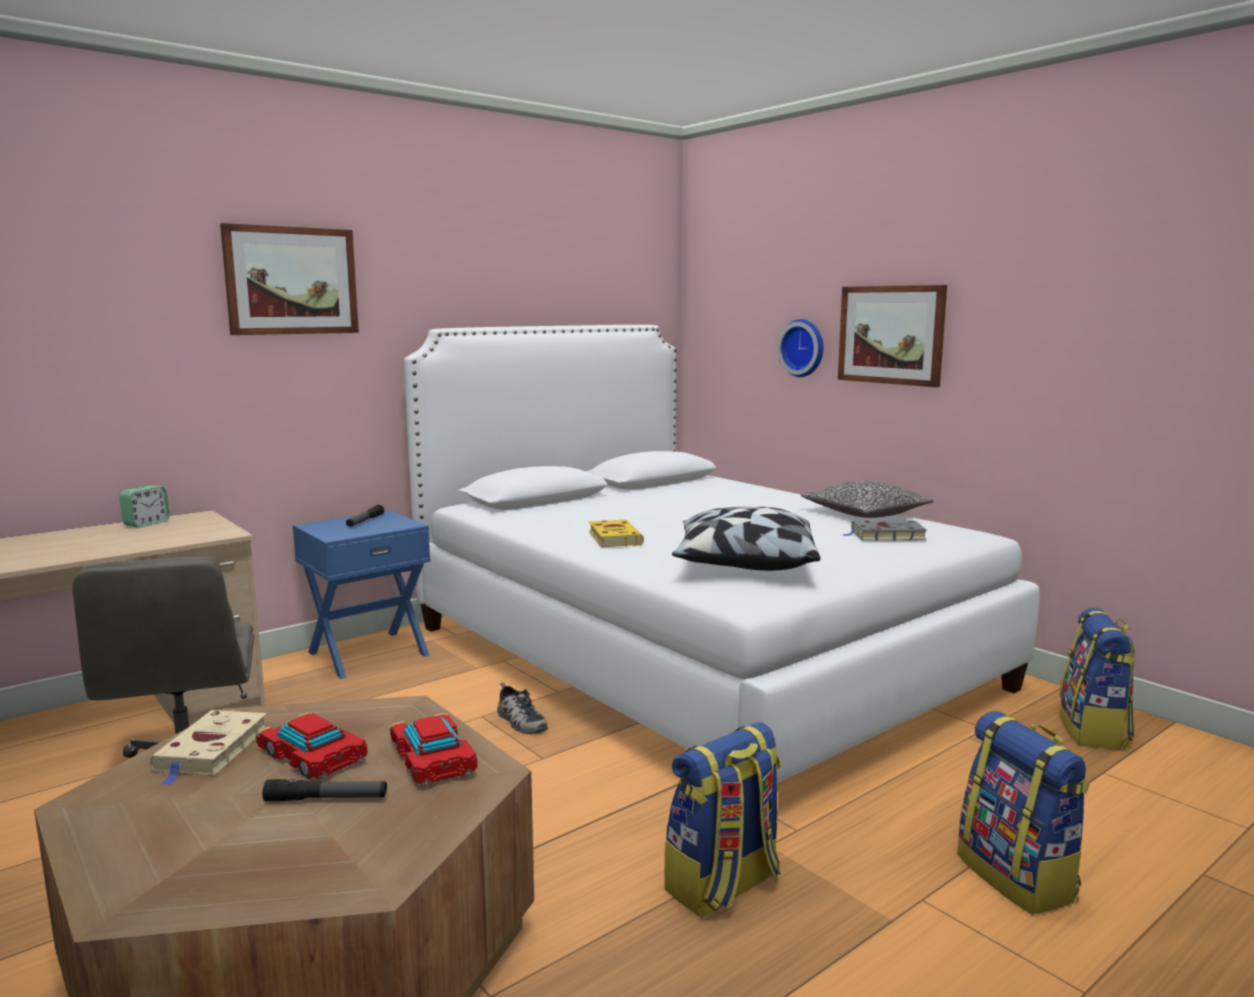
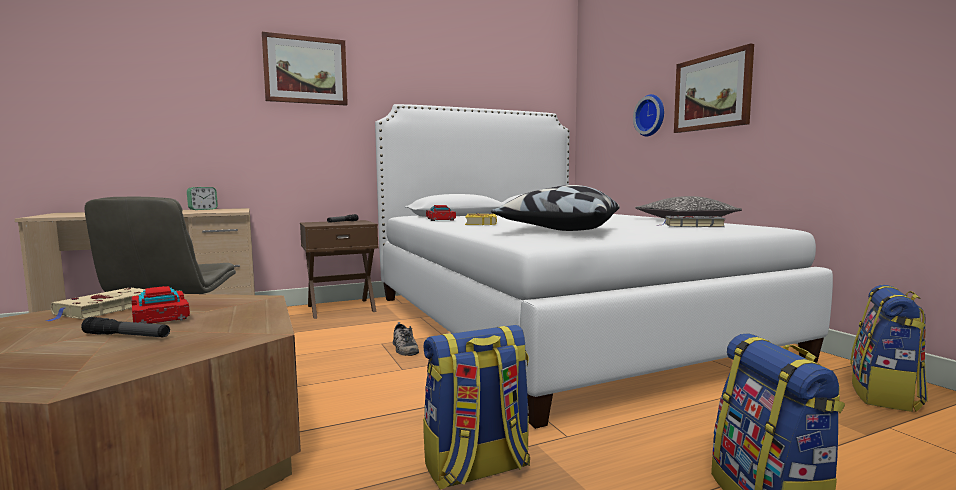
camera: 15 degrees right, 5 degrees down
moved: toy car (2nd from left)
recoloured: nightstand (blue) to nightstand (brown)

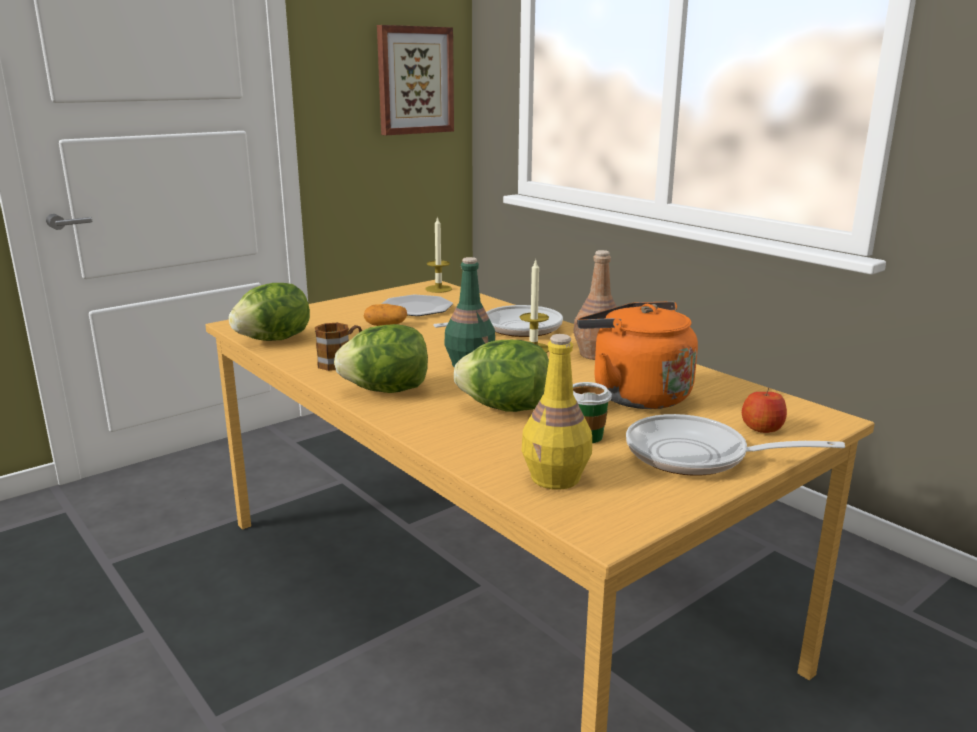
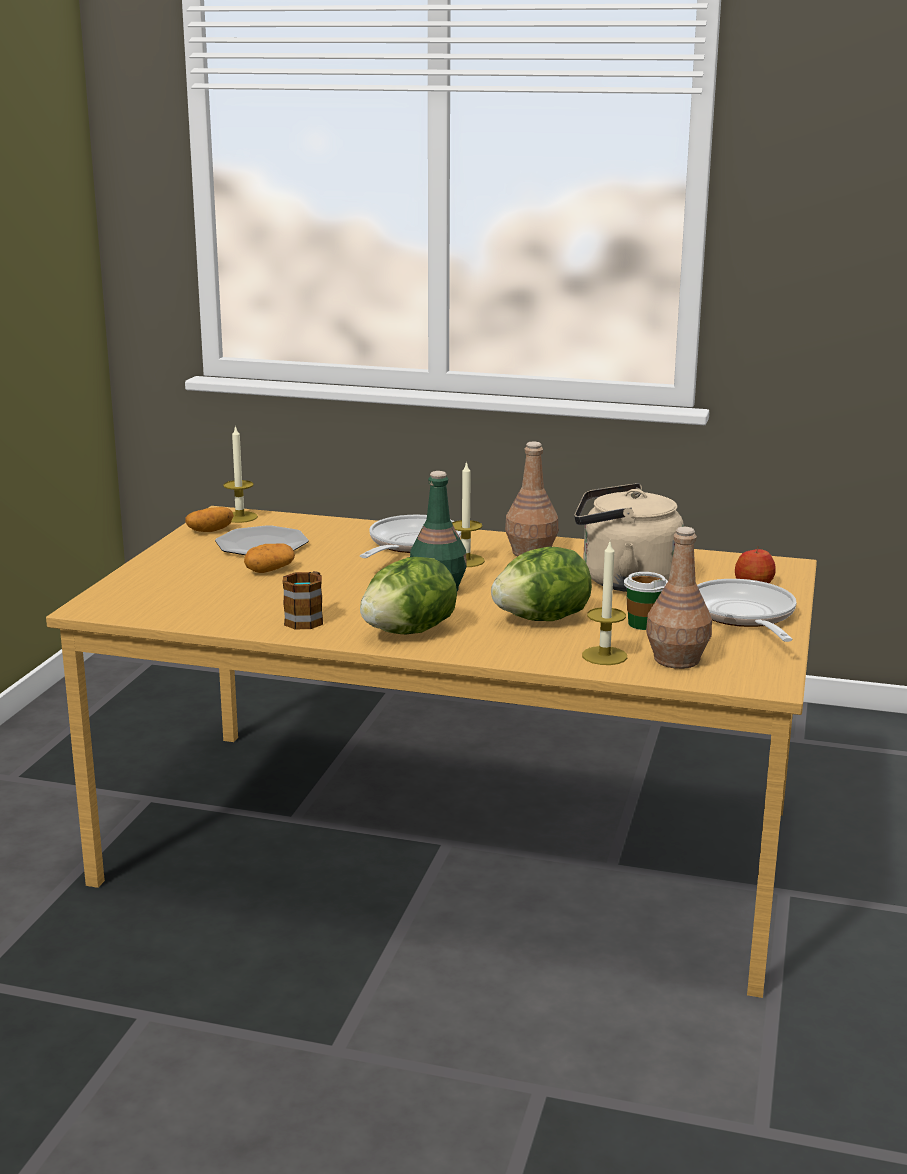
camera: 35 degrees left, 0 degrees up
removed: lettuce (1st from left); picture
added: potato (1st from left); candle (3rd from left)
recoloured: kettle (orange) to kettle (beige); bottle (yellow) to bottle (brown) (2nd from left)
turned: frying pan (2nd from left) 105 degrees clockwise

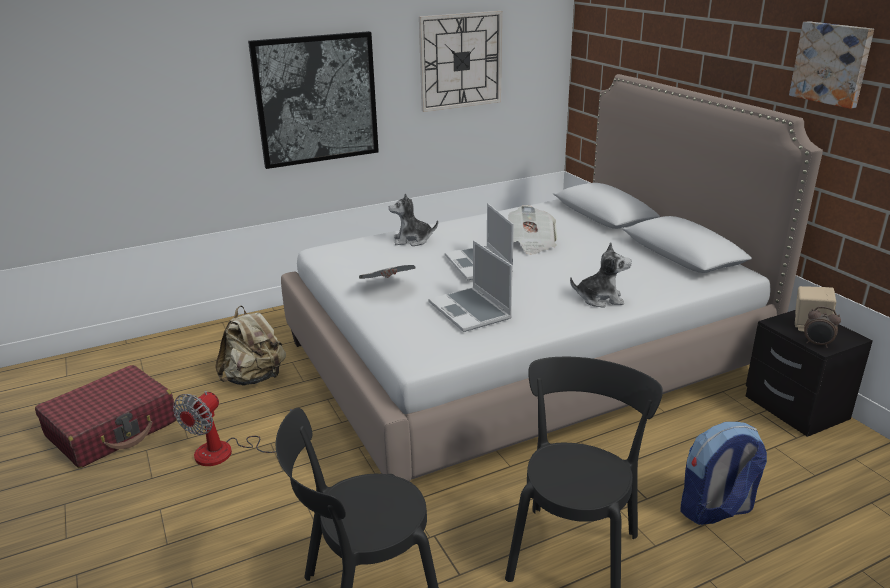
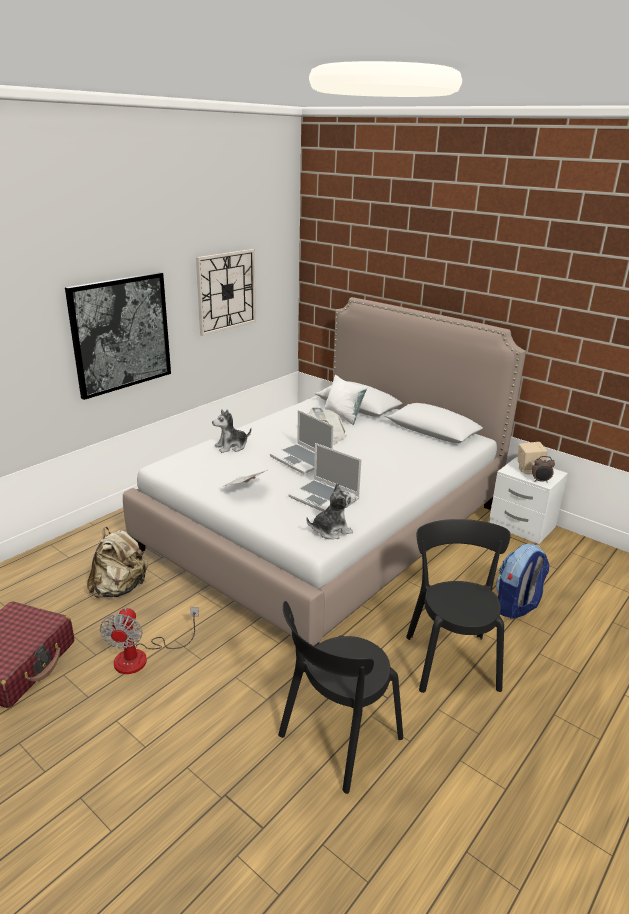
camera: 25 degrees left, 0 degrees up
removed: picture (2nd from left)
added: pillow (white)
moved: plush toy (2nd from left)
recoloured: nightstand (black) to nightstand (white)

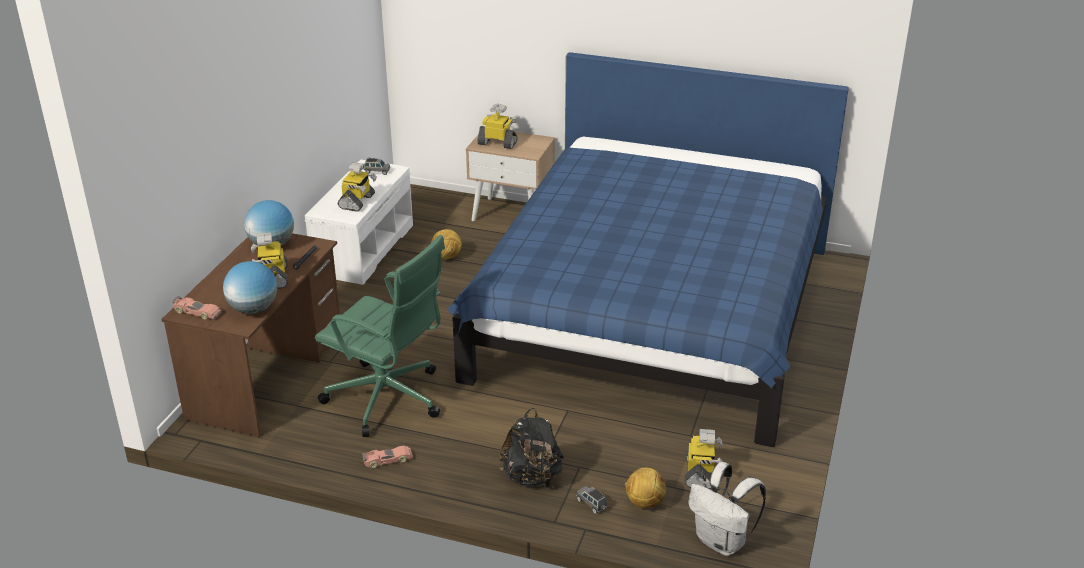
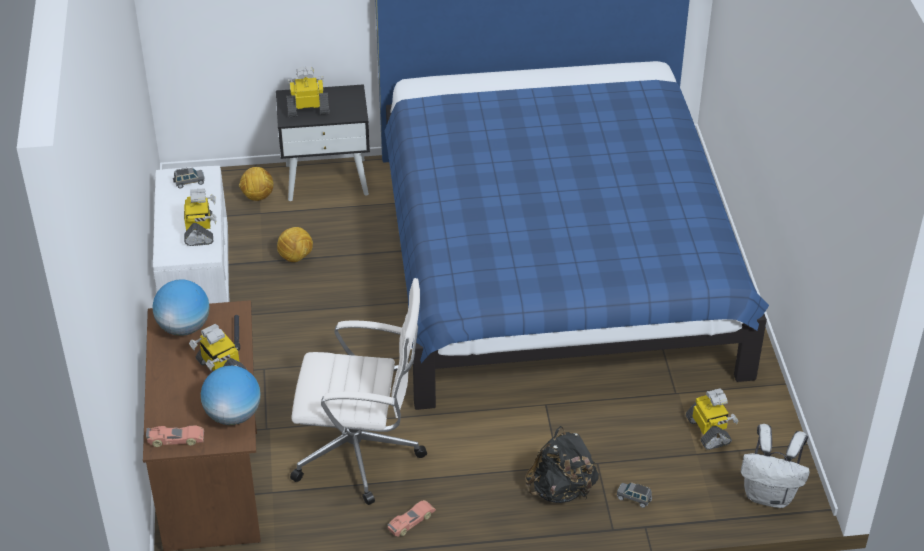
camera: 25 degrees left, 10 degrees up
moved: football (2nd from left in the first image) to football (1st from left)
recoloured: nightstand (beige) to nightstand (black); office chair (green) to office chair (white)

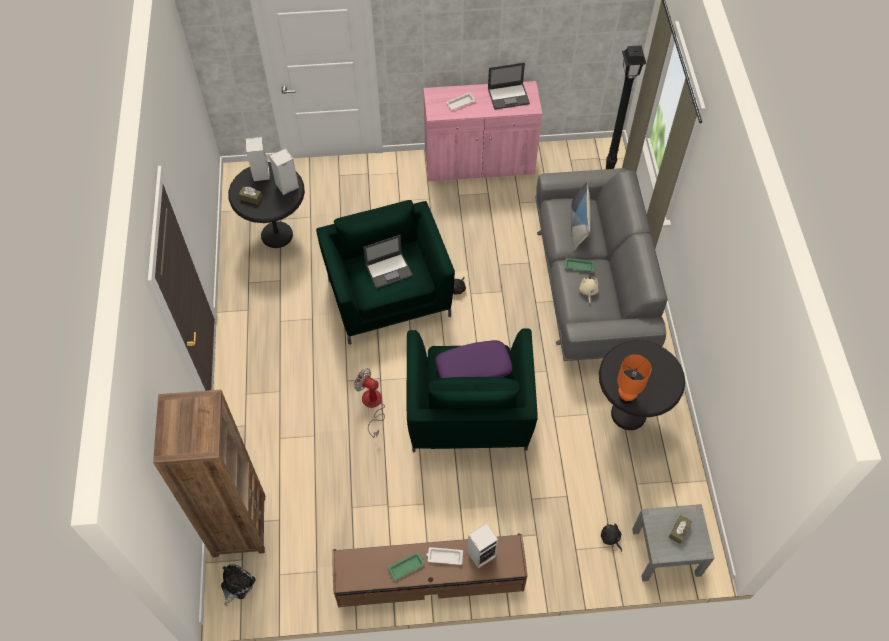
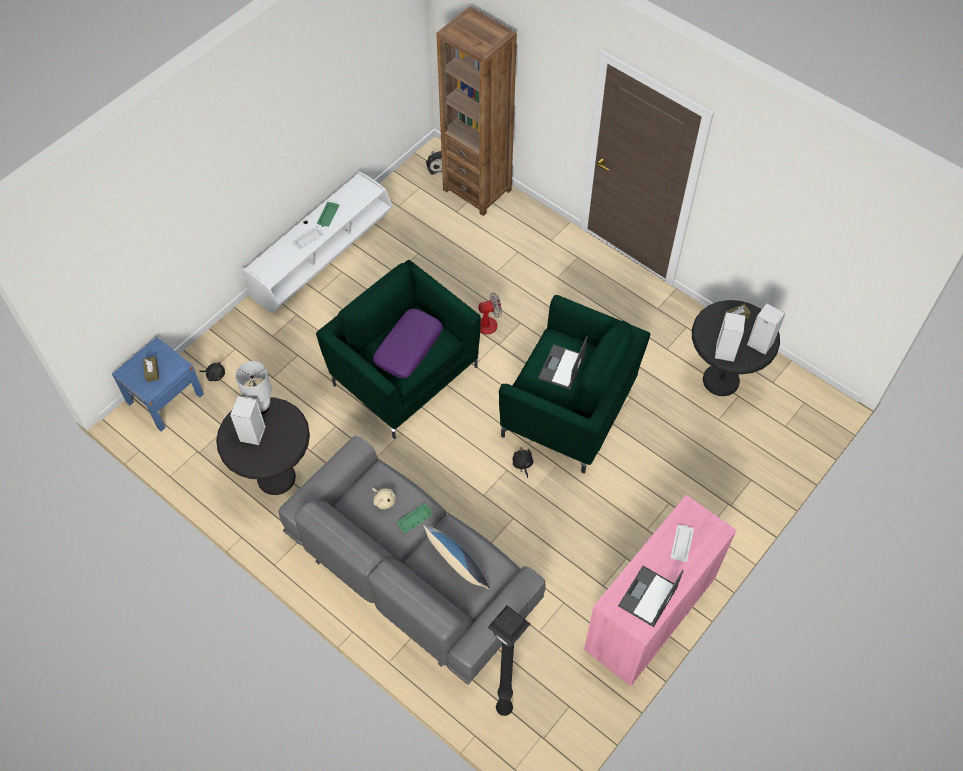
camera: 135 degrees right, 0 degrees up
moved: speaker (3rd from left in the first image) to speaker (1st from left)
recoloured: nightstand (grey) to nightstand (blue); table lamp (orange) to table lamp (white); tv stand (brown) to tv stand (white)

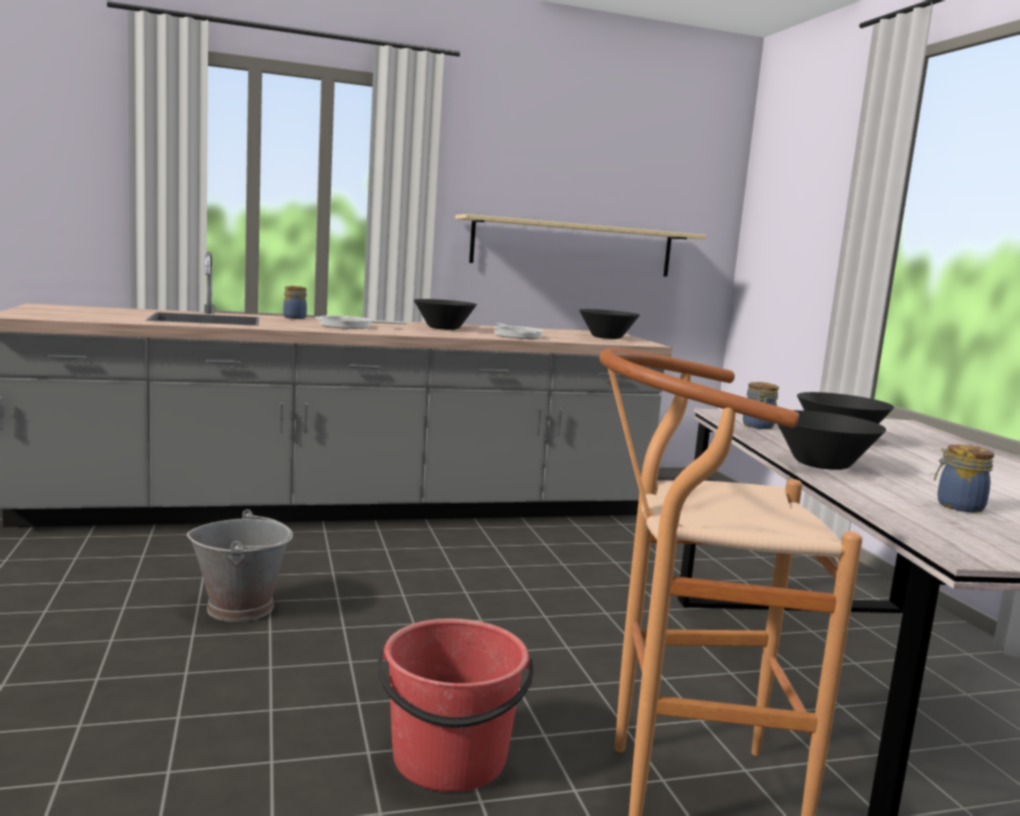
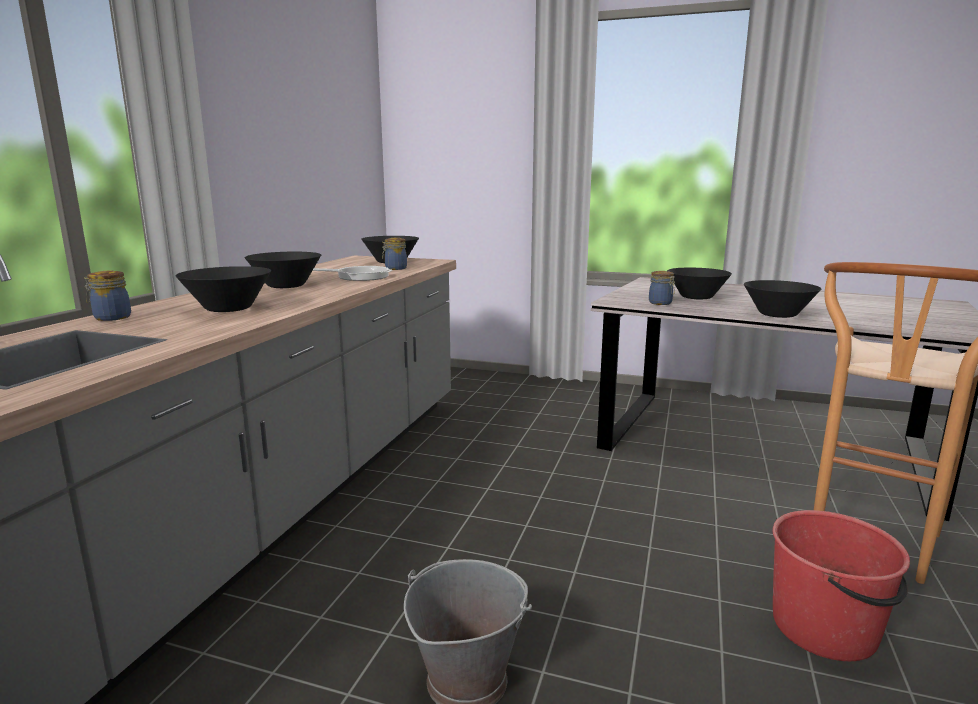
camera: 55 degrees left, 5 degrees up
removed: shelf (beige)
moved: jar (3rd from left in the first image) to jar (2nd from left)
replaced: frying pan (1st from left) to bowl (black) (1st from left)

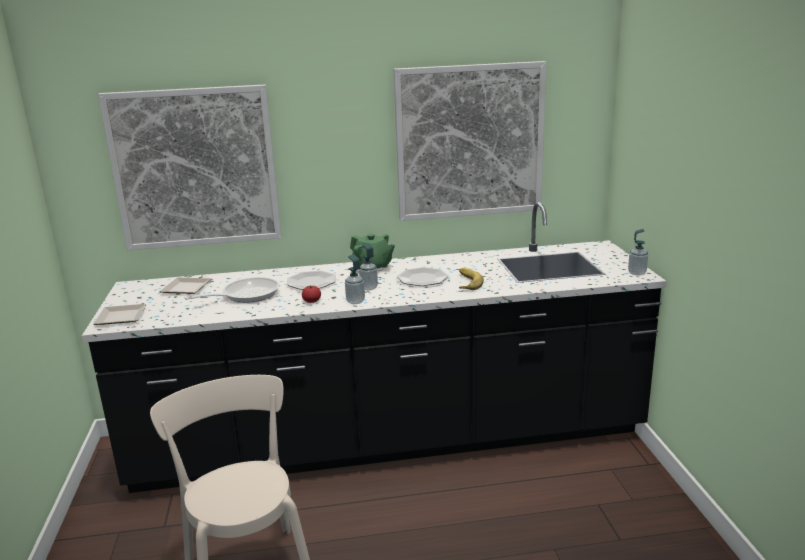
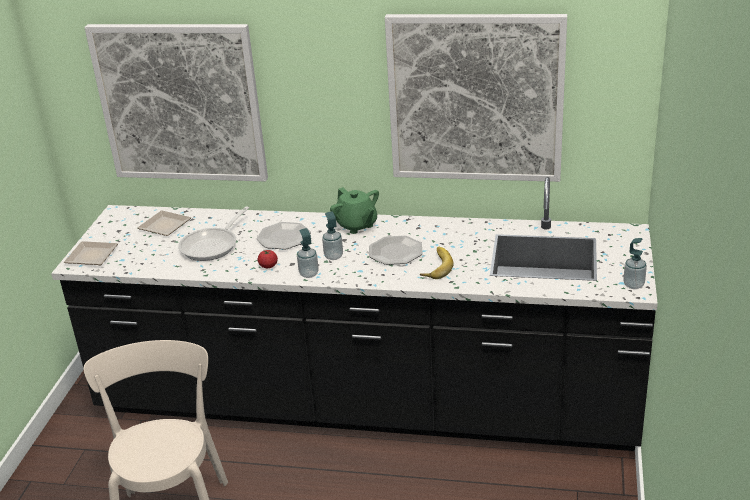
camera: 20 degrees right, 10 degrees up
turned: frying pan 135 degrees clockwise

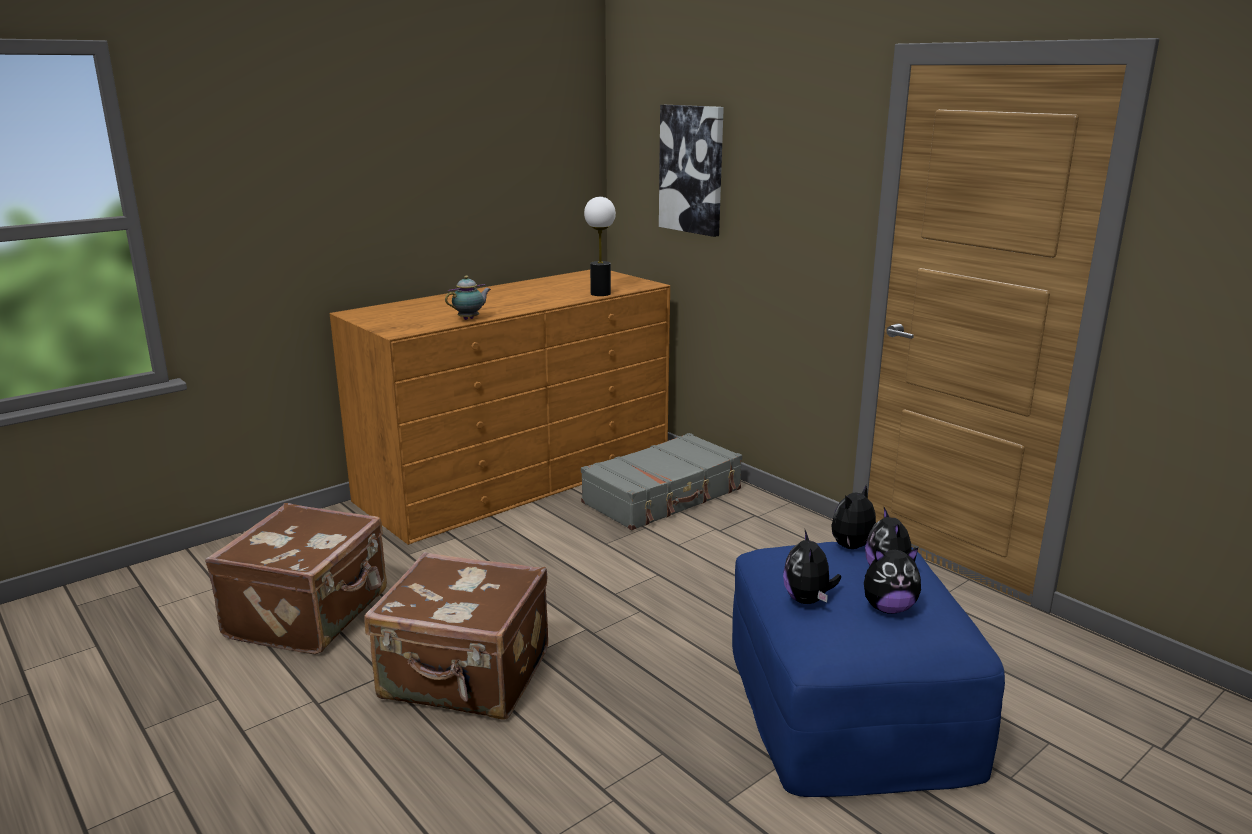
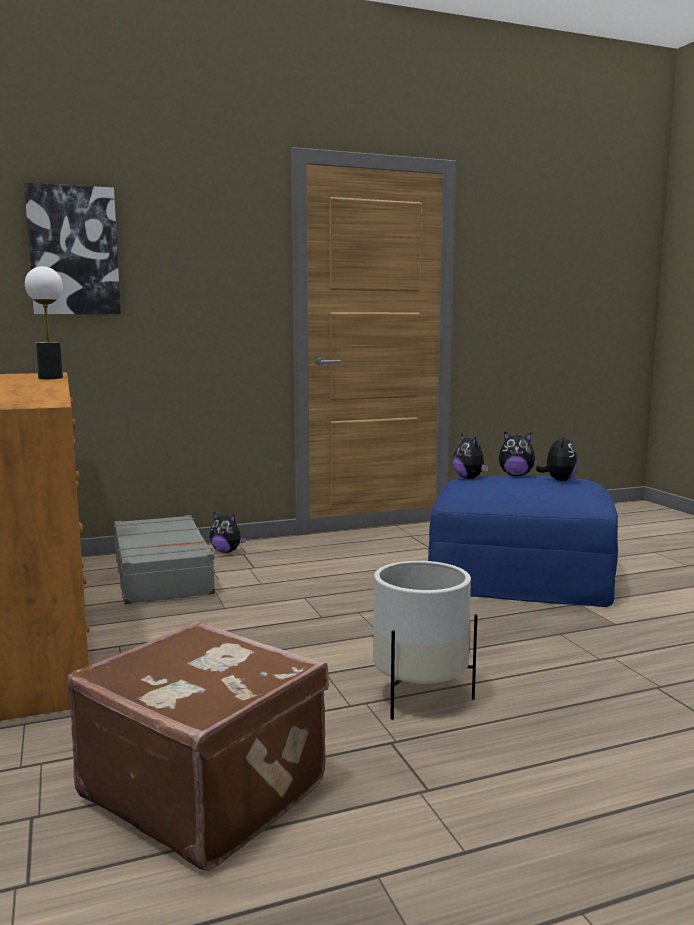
camera: 70 degrees left, 10 degrees down
removed: teapot
moved: plush toy (1st from left)
replaced: suitcase (brown) (2nd from left) to planter (white)

